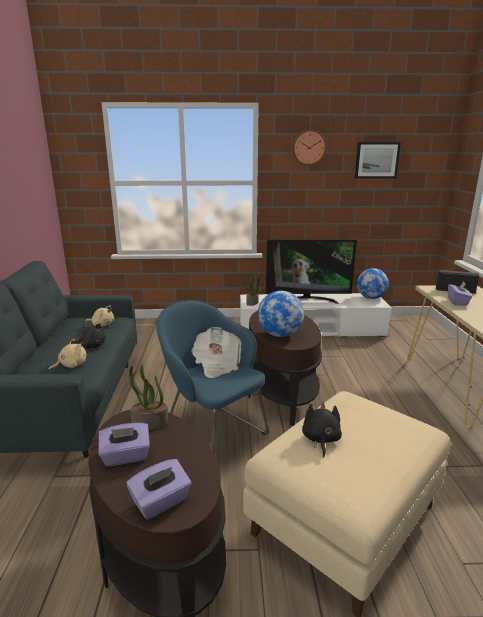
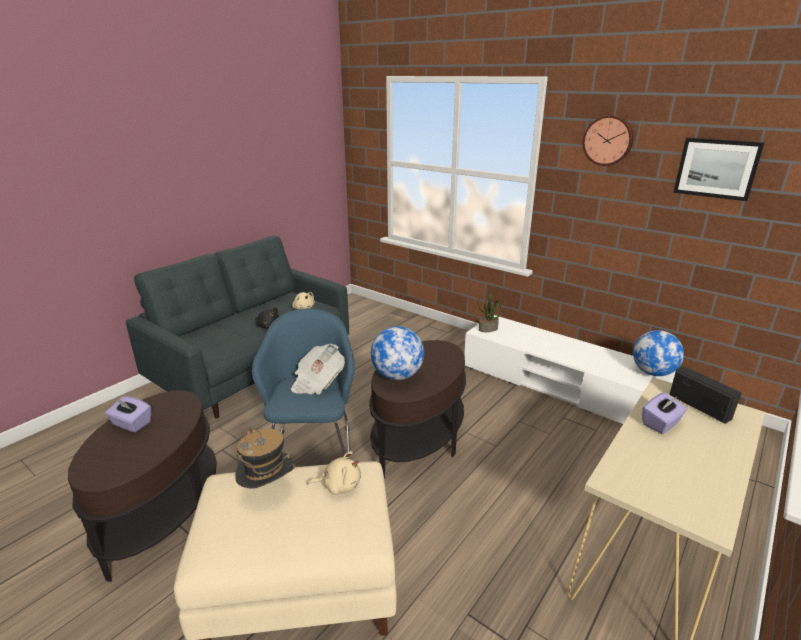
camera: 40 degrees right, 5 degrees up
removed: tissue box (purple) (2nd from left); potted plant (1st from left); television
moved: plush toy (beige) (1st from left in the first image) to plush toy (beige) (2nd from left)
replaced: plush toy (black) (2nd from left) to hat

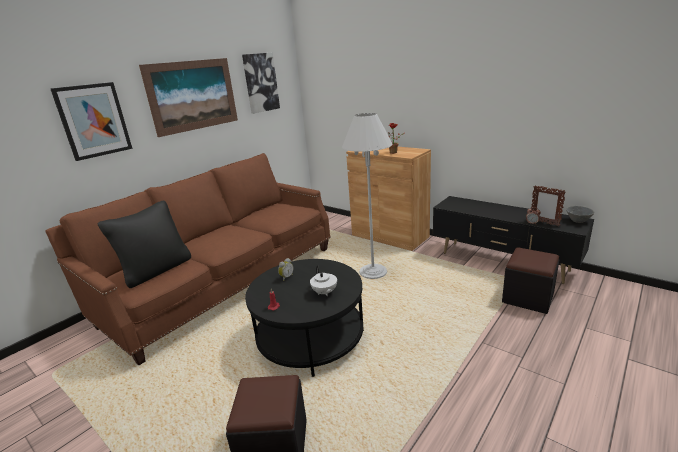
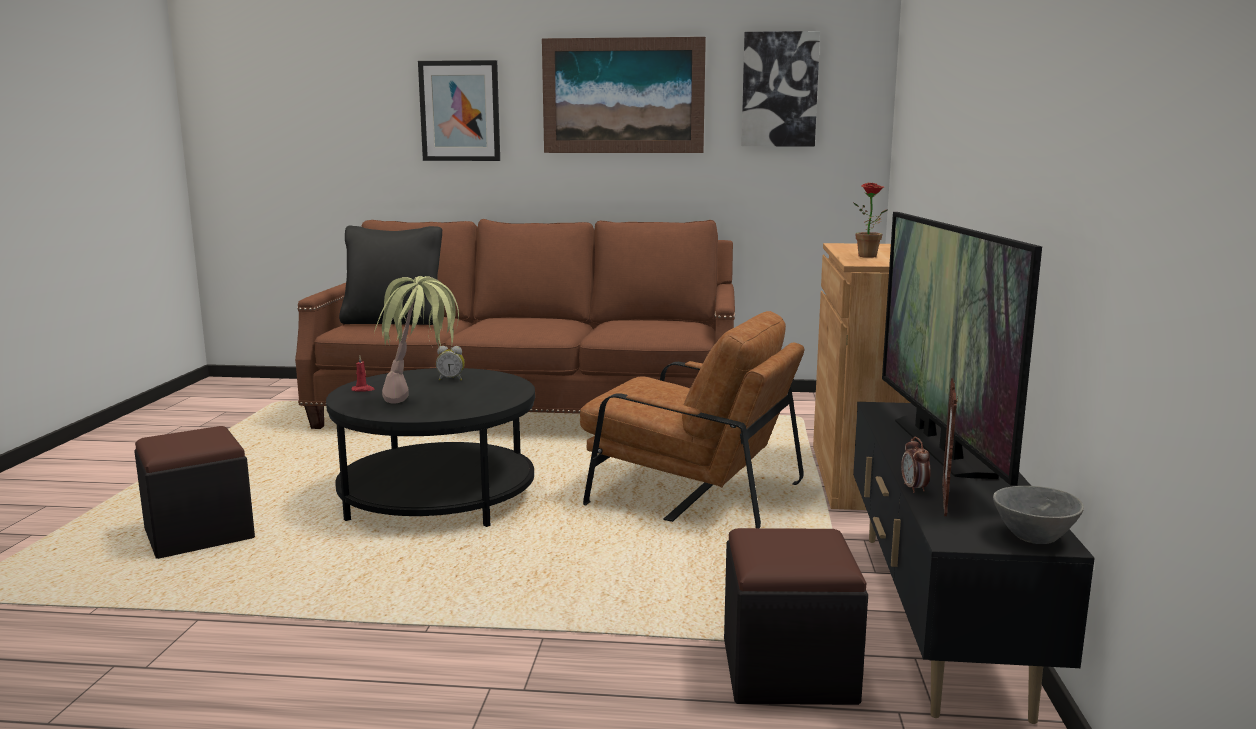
camera: 55 degrees right, 10 degrees down
added: television
replaced: teapot (white) to potted plant (1st from left); floor lamp (white) to armchair (brown)

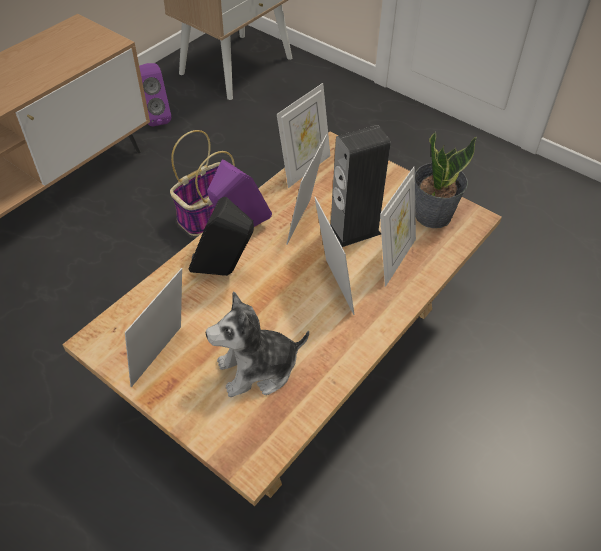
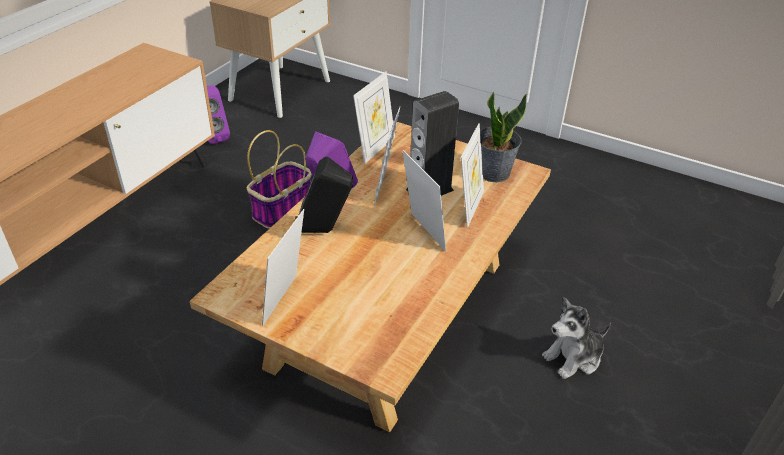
camera: 10 degrees left, 10 degrees down
moved: plush toy

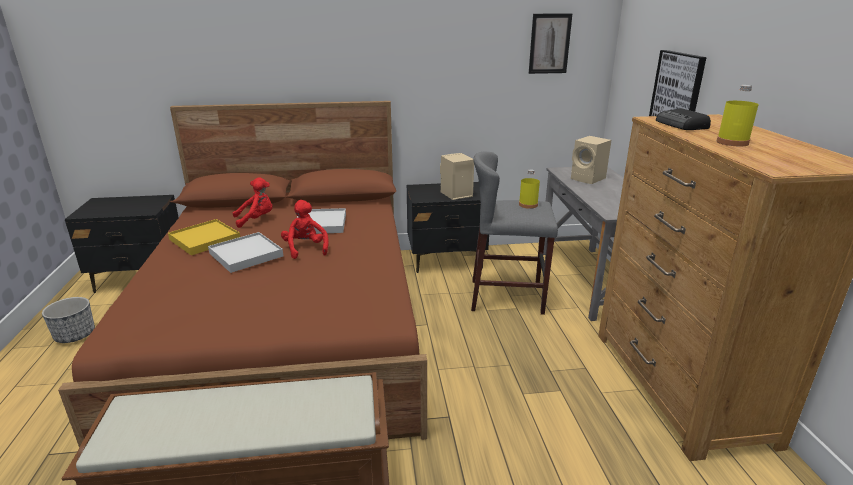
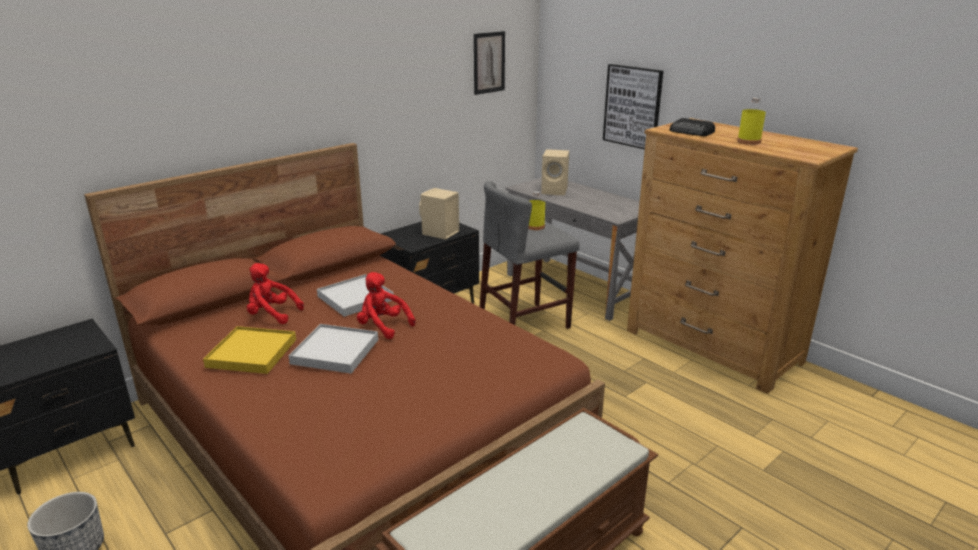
camera: 35 degrees left, 0 degrees up
turned: plush toy (red) (1st from left) 105 degrees counterclockwise

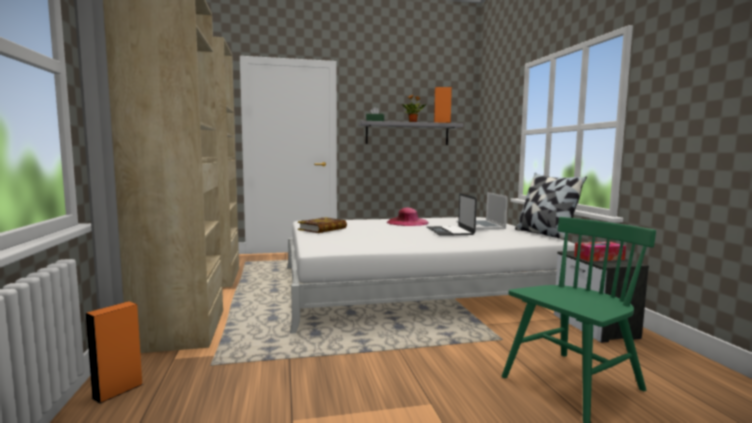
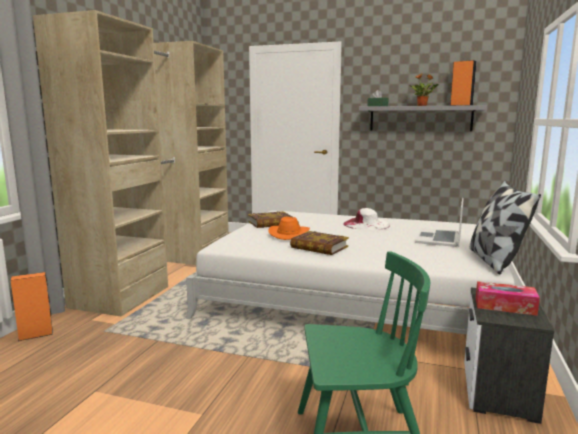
camera: 30 degrees right, 5 degrees up
removed: laptop (1st from left)
added: hat (orange); book (2nd from left)
recoloured: hat (pink) to hat (white)

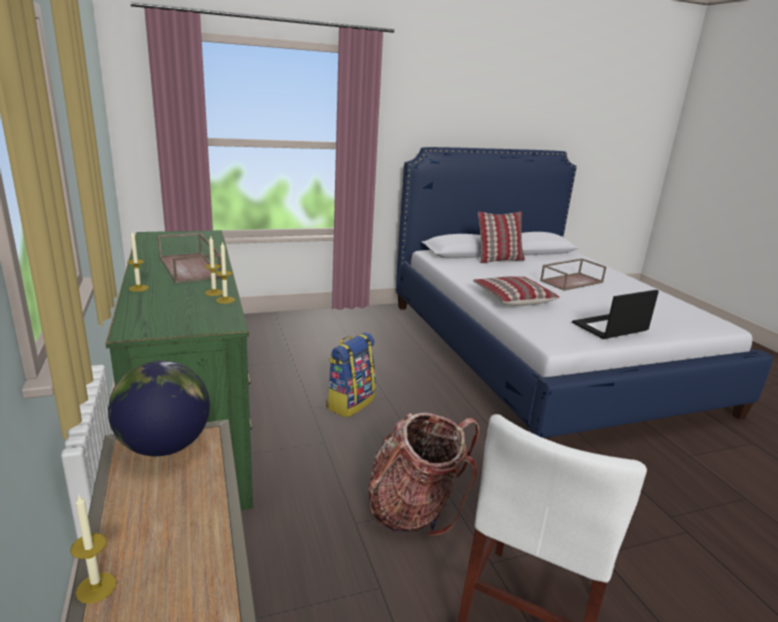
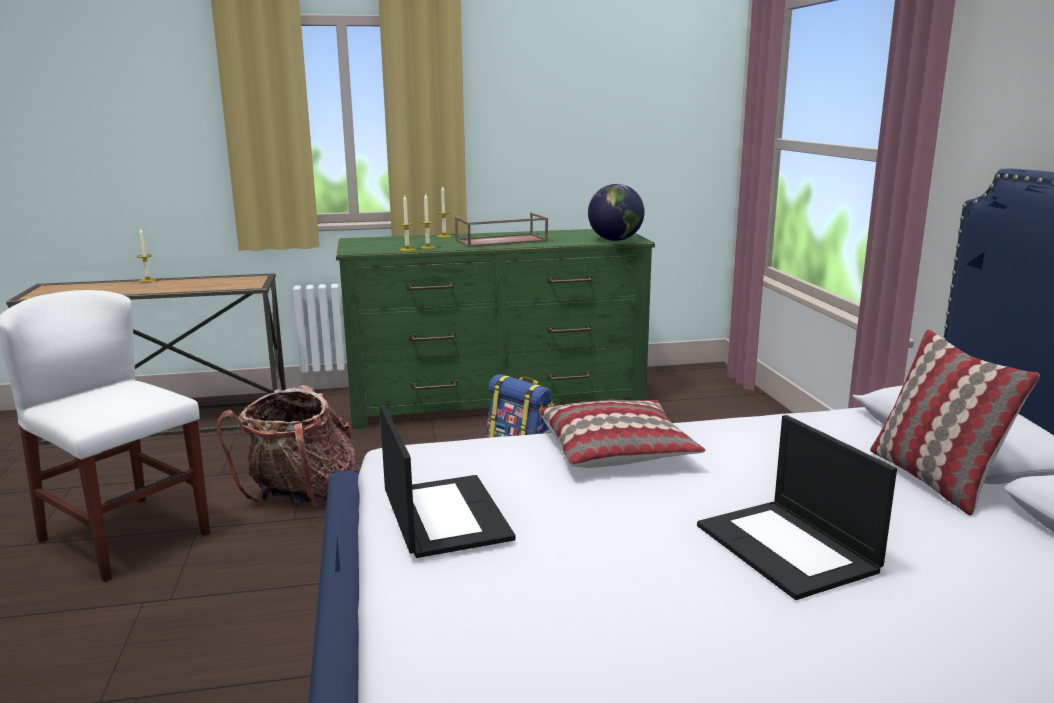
camera: 100 degrees right, 5 degrees down
moved: globe
replaced: tray (brown) (2nd from left) to laptop (2nd from left)

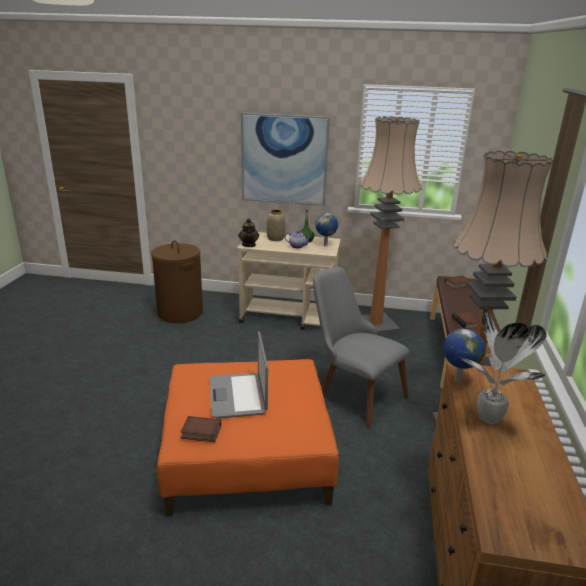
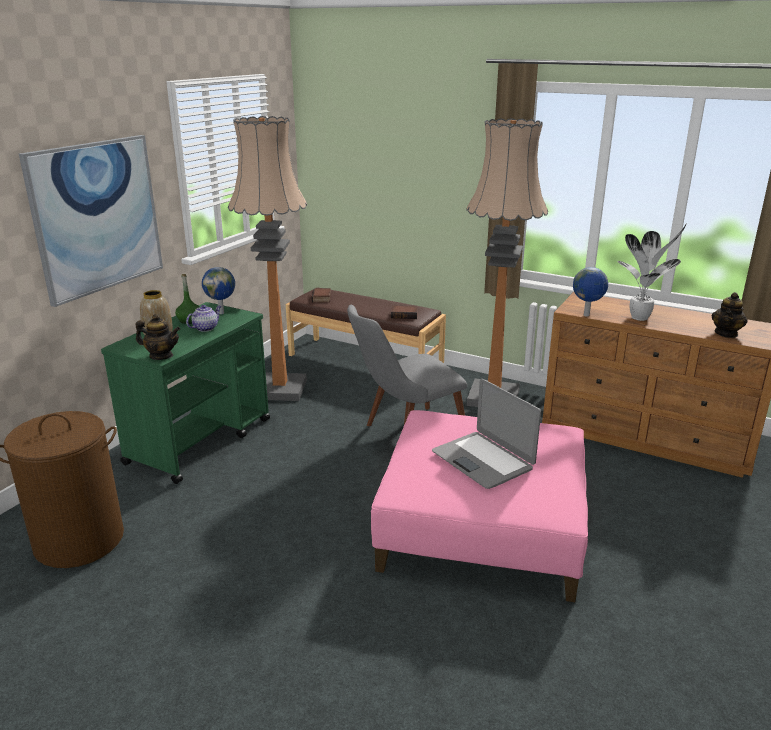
camera: 70 degrees left, 0 degrees up
removed: book (1st from left)
added: teapot (3rd from left)
recoloured: cart (beige) to cart (green); ottoman (orange) to ottoman (pink)
turned: laptop 45 degrees clockwise

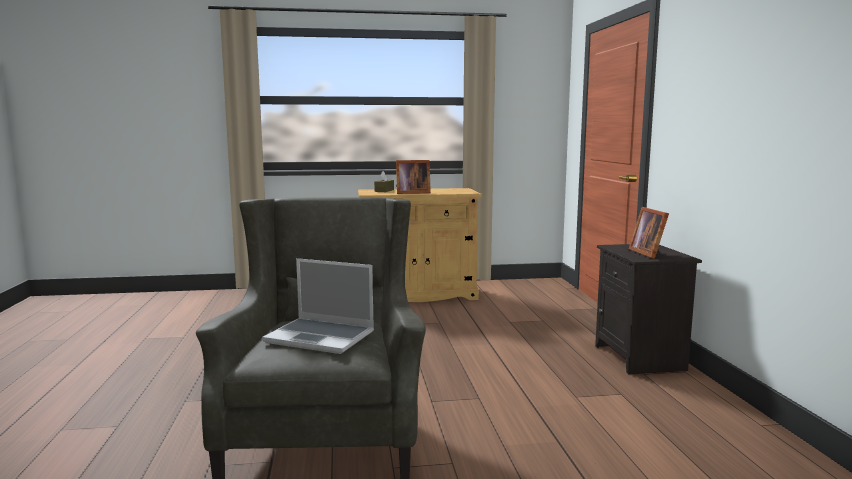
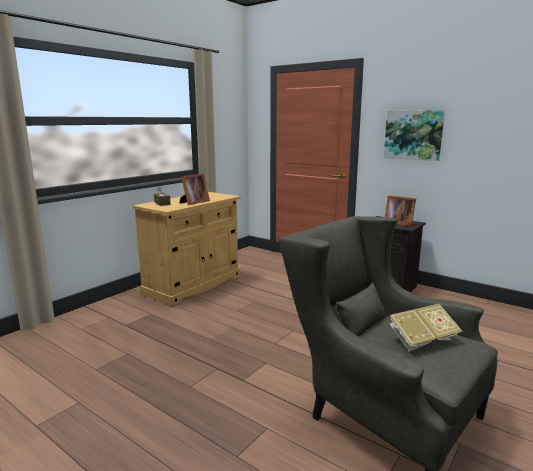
camera: 45 degrees left, 5 degrees up
added: picture
replaced: laptop to book

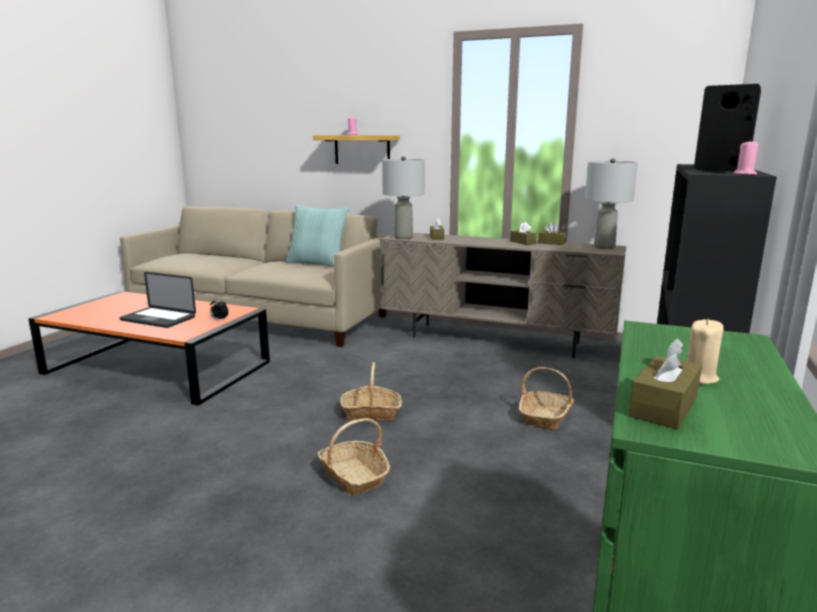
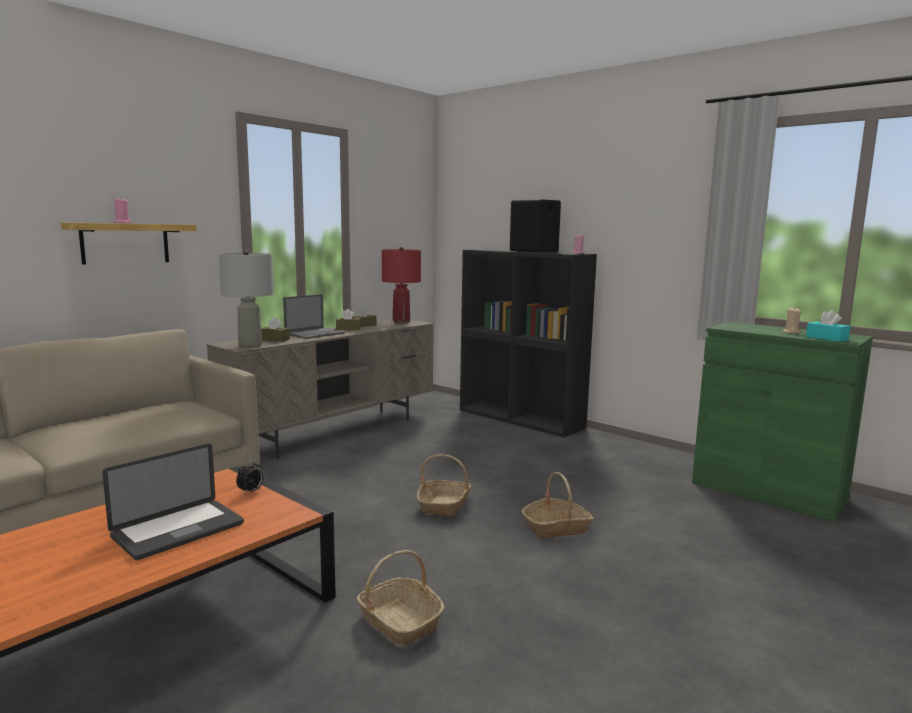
camera: 70 degrees left, 5 degrees down
removed: pillow
added: laptop (2nd from left)
moved: basket (3rd from left in the first image) to basket (1st from left)
recoloured: table lamp (grey) (2nd from left) to table lamp (red); tissue box (brown) (4th from left) to tissue box (turquoise)

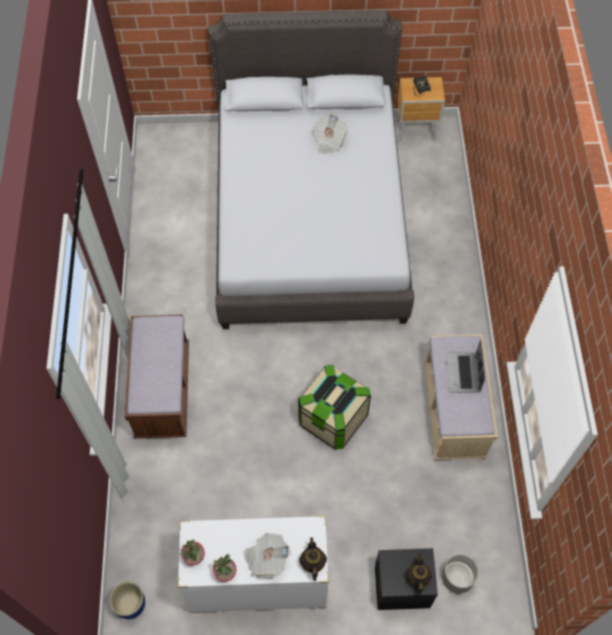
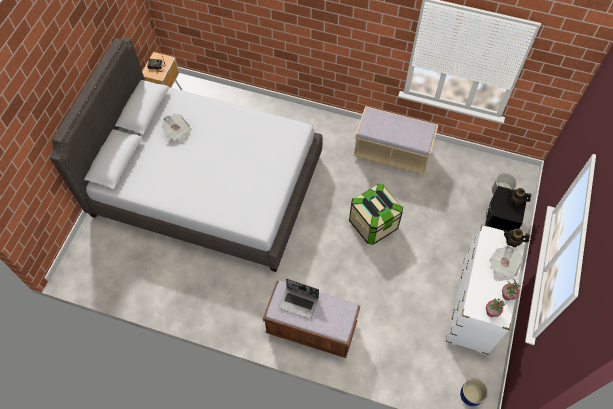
camera: 70 degrees left, 0 degrees up
moved: laptop

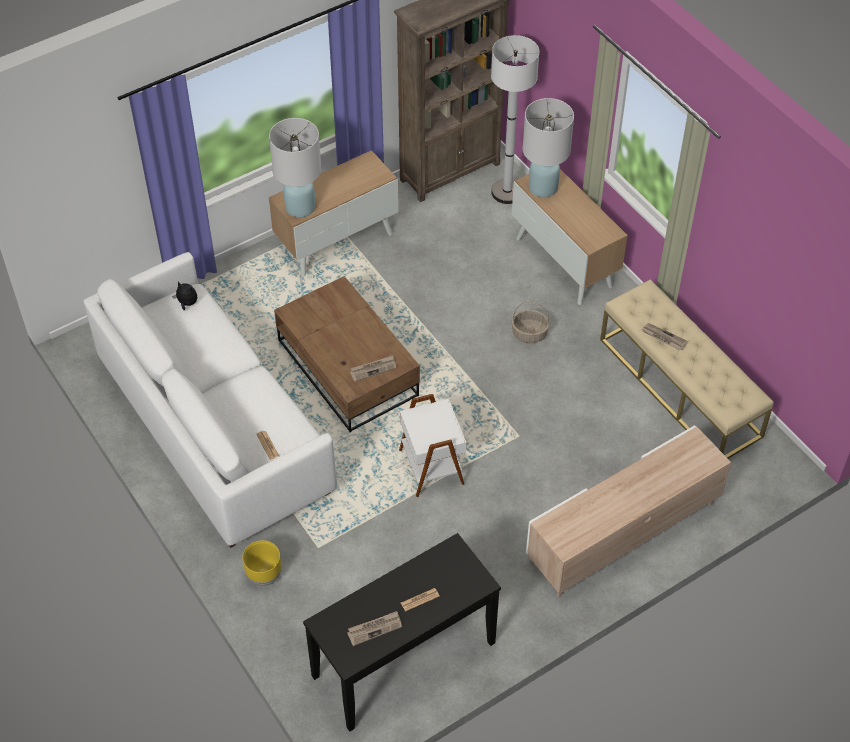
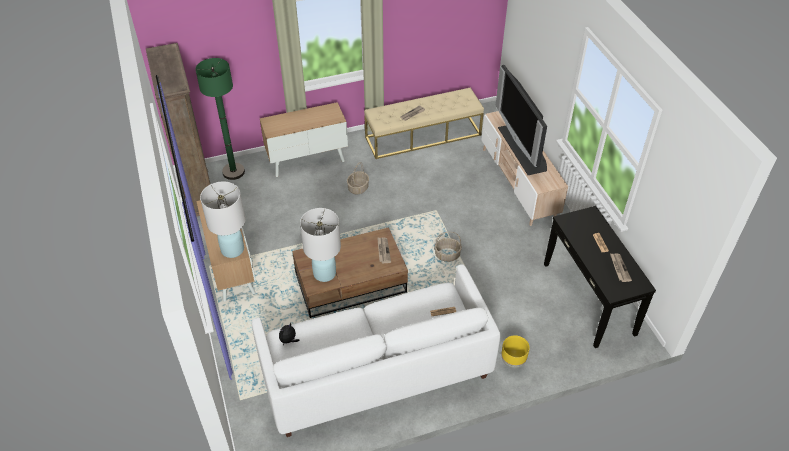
camera: 75 degrees left, 5 degrees down
added: television
moved: table lamp (white) (2nd from left)
replaced: side table (white) to basket (2nd from left)
recoloured: floor lamp (white) to floor lamp (green)

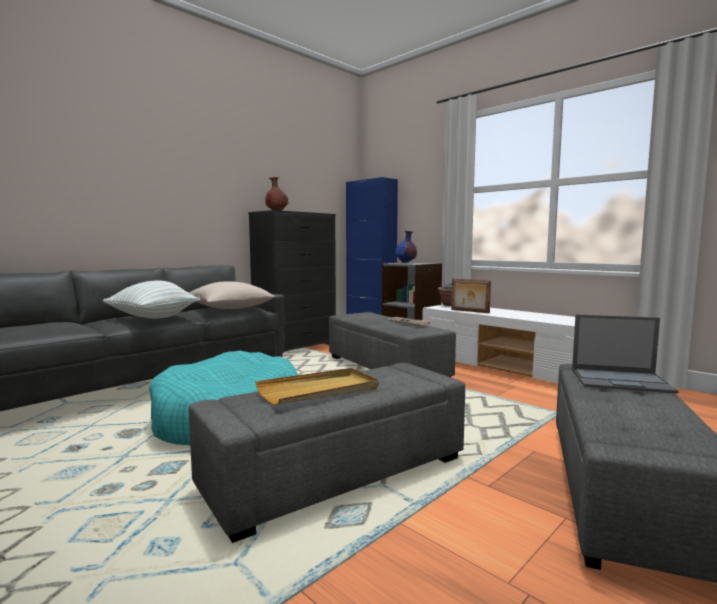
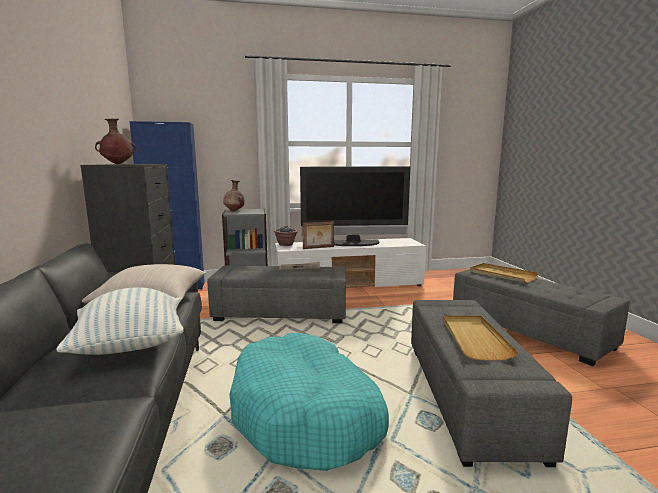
camera: 55 degrees left, 5 degrees up
added: television
replaced: laptop to tray (beige) (2nd from left)
recoloured: vase (blue) to vase (brown) (2nd from left)

